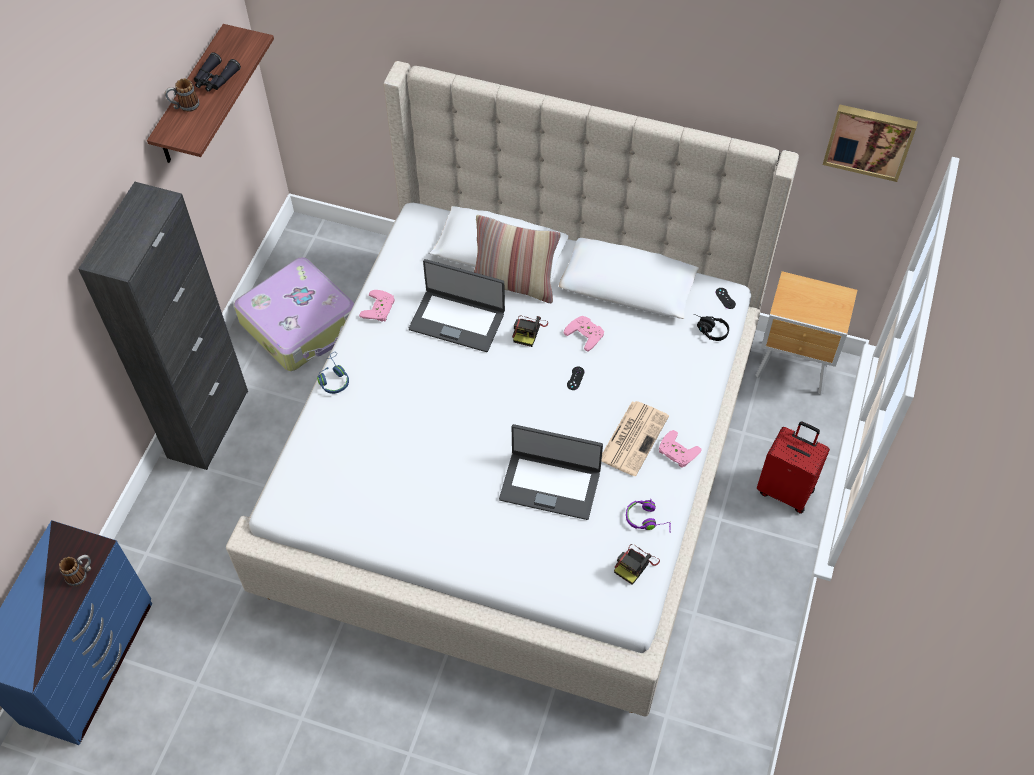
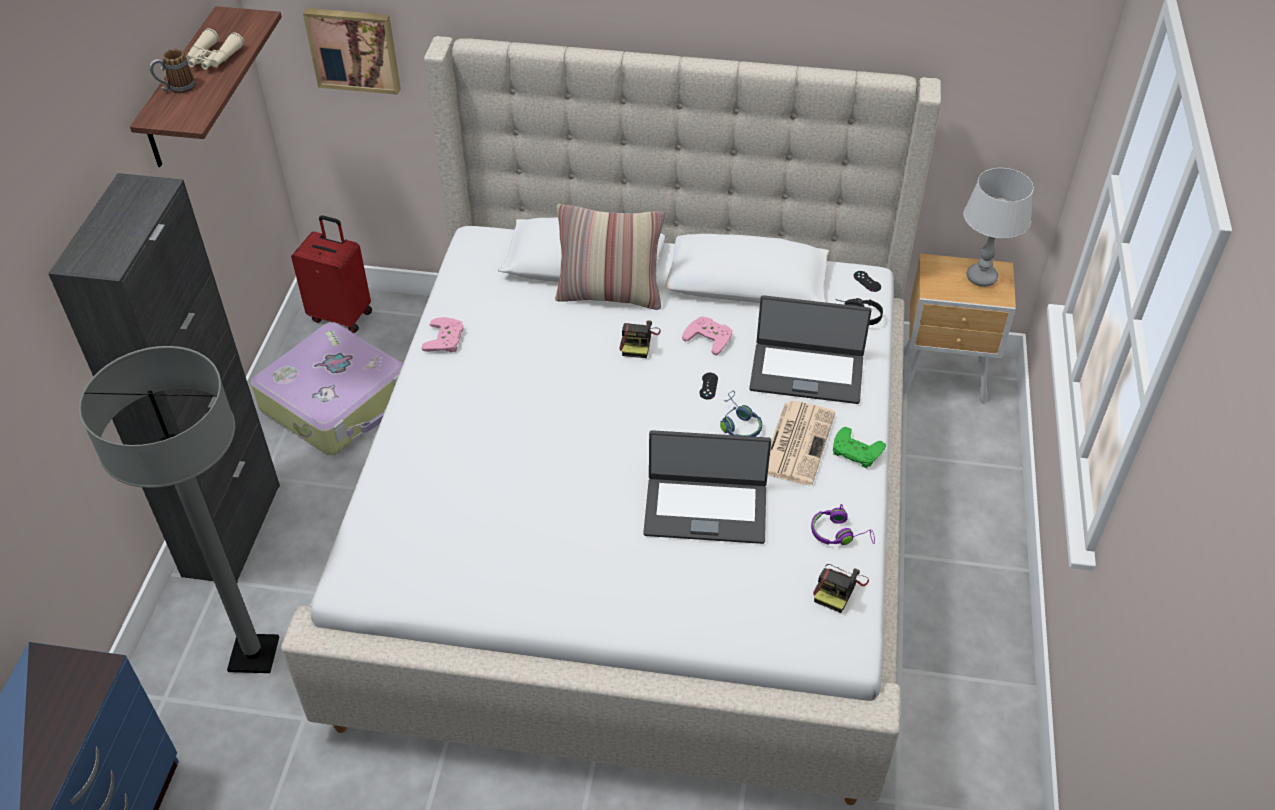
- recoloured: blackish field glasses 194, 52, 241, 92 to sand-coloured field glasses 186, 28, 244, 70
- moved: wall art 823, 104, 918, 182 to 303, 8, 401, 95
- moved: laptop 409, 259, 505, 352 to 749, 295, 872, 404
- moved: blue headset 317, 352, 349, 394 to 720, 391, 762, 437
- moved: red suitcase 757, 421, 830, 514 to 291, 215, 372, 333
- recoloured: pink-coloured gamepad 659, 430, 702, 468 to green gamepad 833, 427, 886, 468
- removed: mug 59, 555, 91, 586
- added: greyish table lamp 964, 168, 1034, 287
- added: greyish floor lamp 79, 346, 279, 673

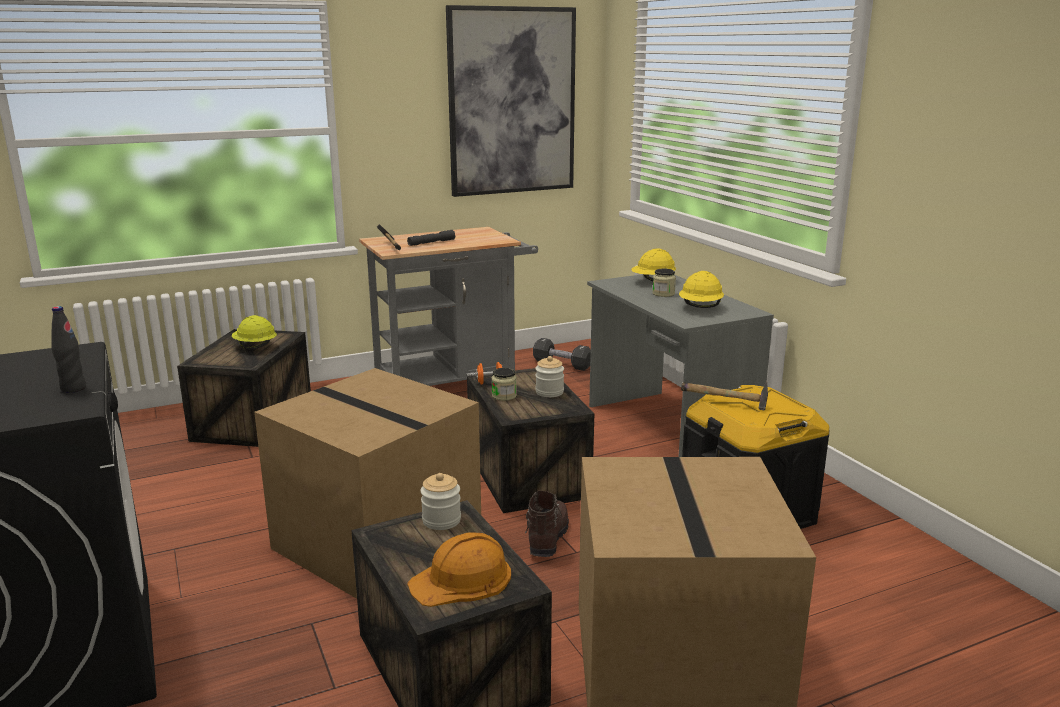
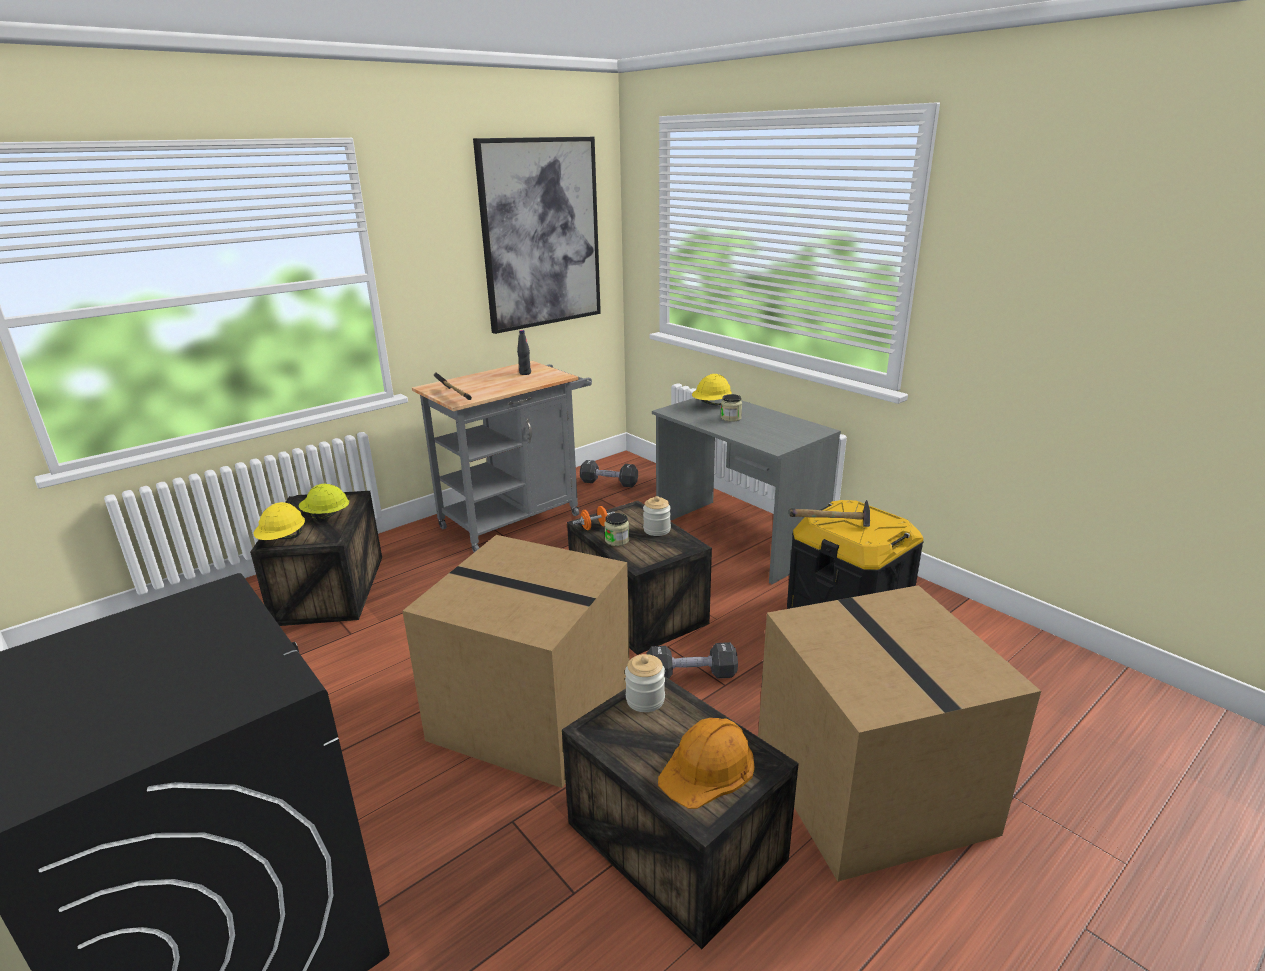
- removed: greyish torch 407, 230, 455, 246
- moved: yellow-coloured safety helmet 679, 271, 724, 308 to 254, 502, 305, 540
- moved: blackish bottle 51, 306, 86, 393 to 517, 330, 531, 375
- replaced: brown-coloured tall boot 525, 491, 569, 557 to blackish dumbbell 646, 642, 738, 679

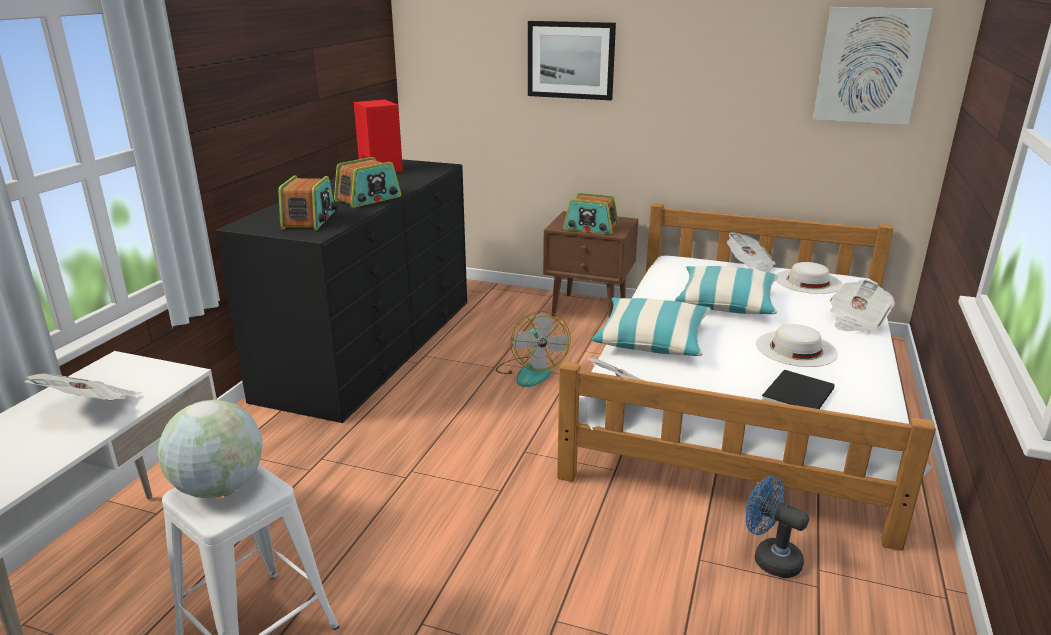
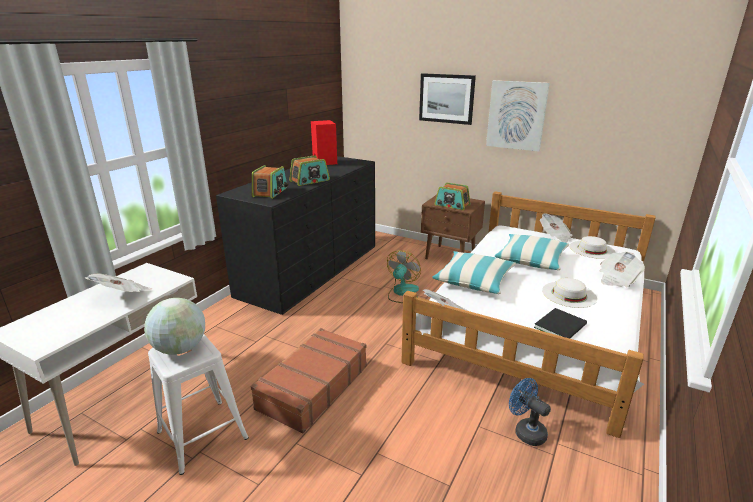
- moved: wall art 813, 7, 933, 125 to 486, 80, 550, 152
- turned: fan 496, 311, 570, 387 = 387, 250, 421, 303 150 degrees counterclockwise
- added: brown-coloured suitcase 251, 328, 367, 434

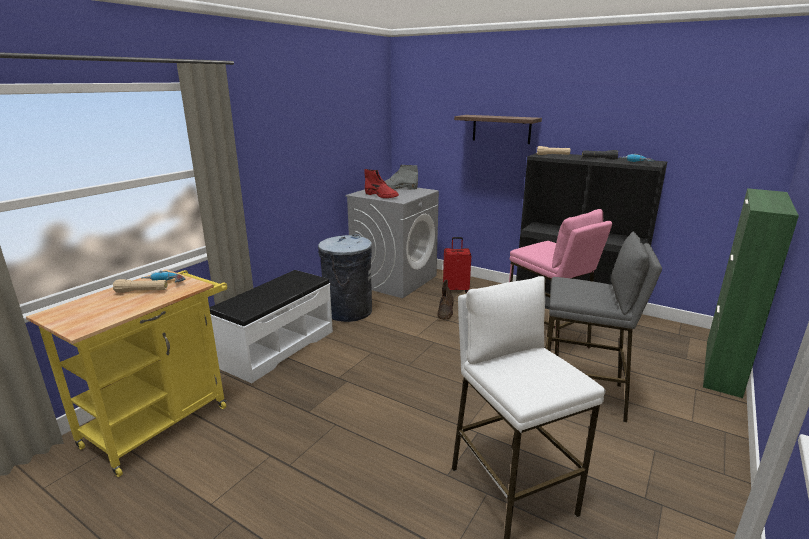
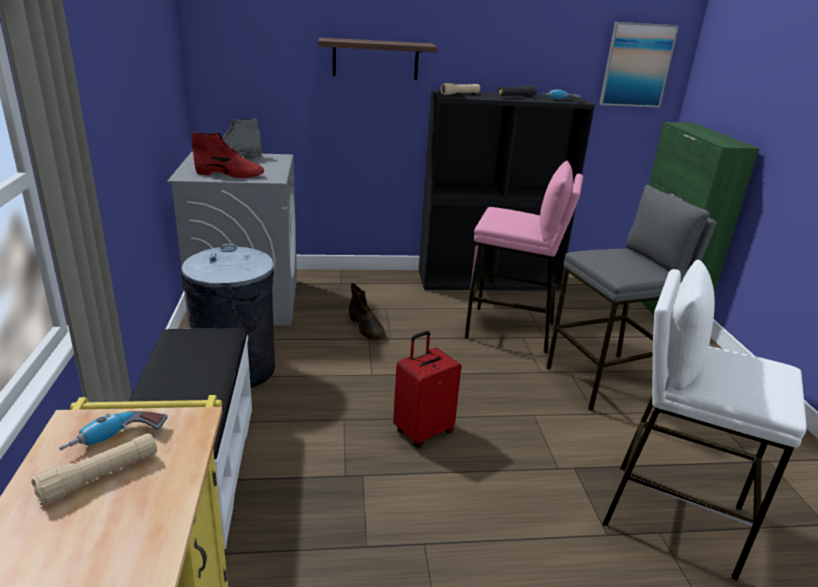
- moved: red suitcase 443, 237, 471, 293 to 393, 331, 461, 448
- added: wall art 599, 22, 679, 108

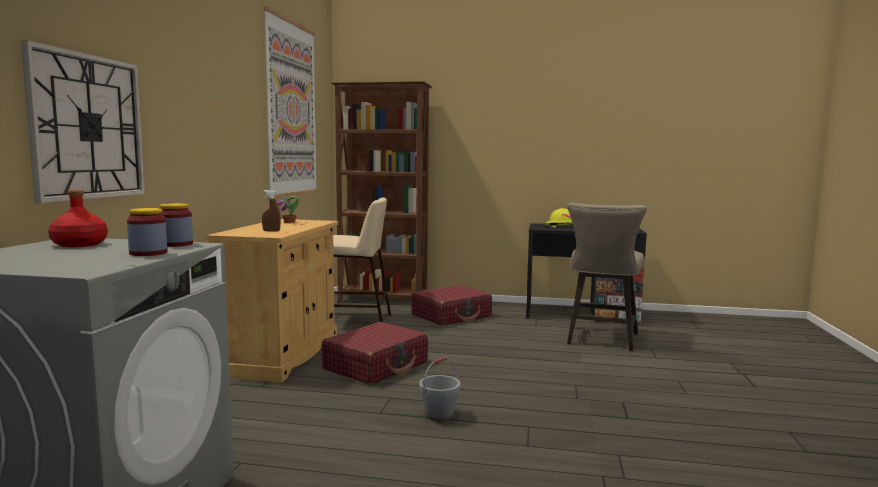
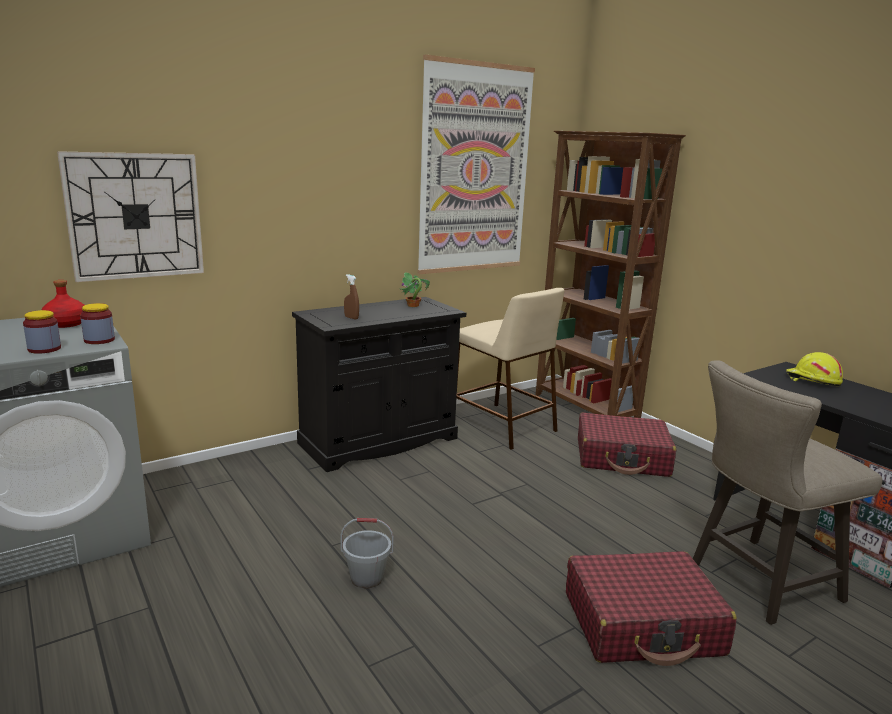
- recoloured: sand-coloured storage cabinet 206, 219, 338, 383 to blackish storage cabinet 292, 297, 466, 472
- moved: red suitcase 322, 322, 428, 385 to 566, 551, 737, 666

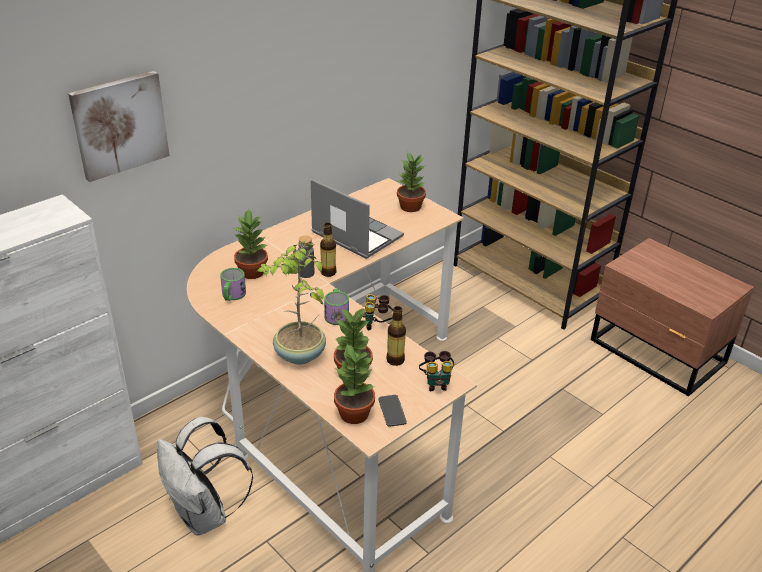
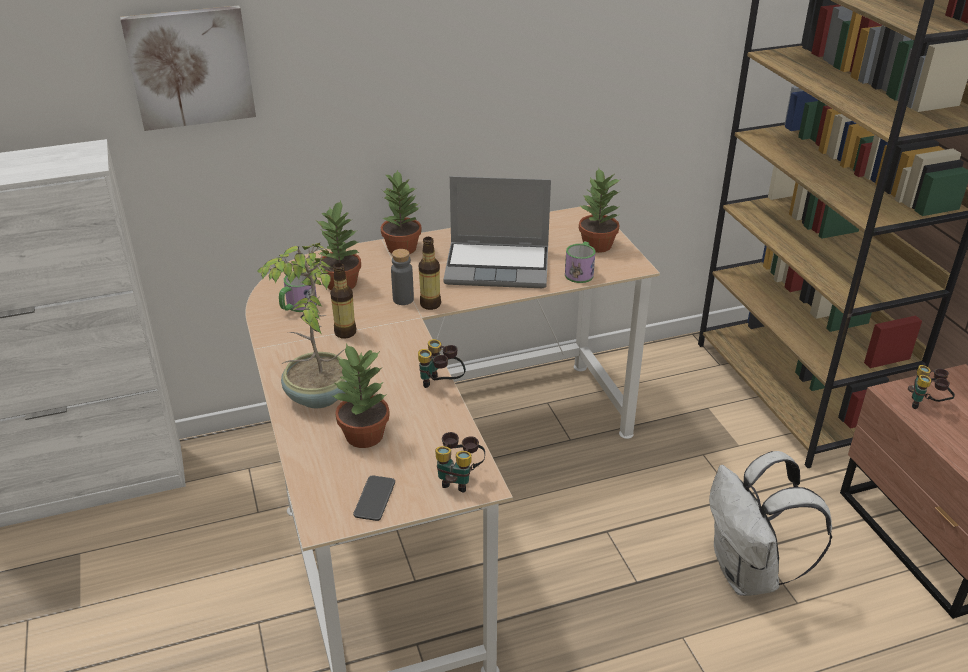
- turned: laptop 311, 179, 404, 259 = 443, 176, 551, 288 120 degrees clockwise
- moved: mug 324, 288, 349, 325 to 565, 241, 596, 283
- moved: bottle 386, 306, 406, 366 to 330, 263, 356, 339
- moved: houseplant 334, 344, 375, 424 to 381, 170, 422, 254
- moved: white knapsack 157, 417, 253, 536 to 709, 451, 832, 596
- added: field glasses 908, 365, 955, 409

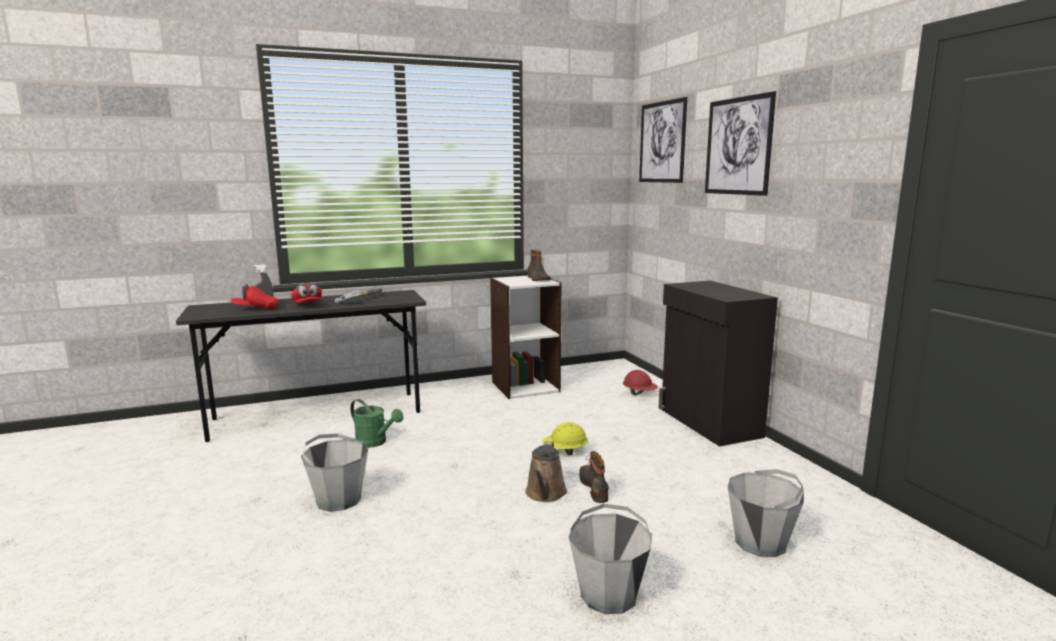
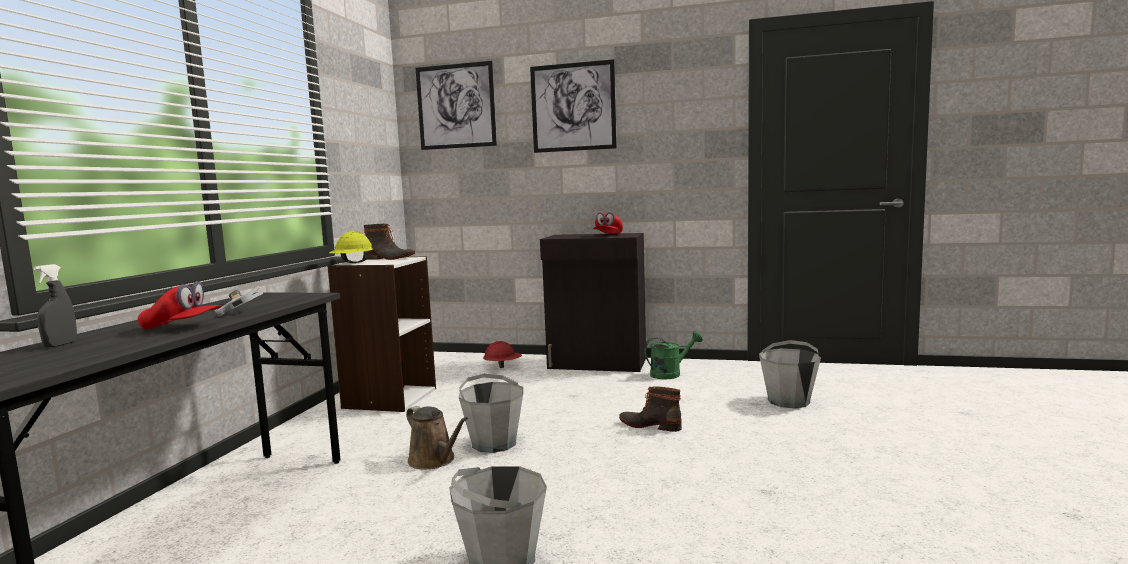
- moved: red cap 231, 284, 278, 309 to 593, 212, 623, 234
- moved: green watering can 350, 399, 403, 448 to 644, 331, 703, 379
- moved: yellow-coloured safety helmet 543, 422, 588, 455 to 329, 231, 373, 263
- moved: brown-coloured watering can 525, 441, 567, 502 to 406, 406, 468, 470
- moved: greyish water bucket 569, 504, 652, 614 to 459, 374, 523, 453

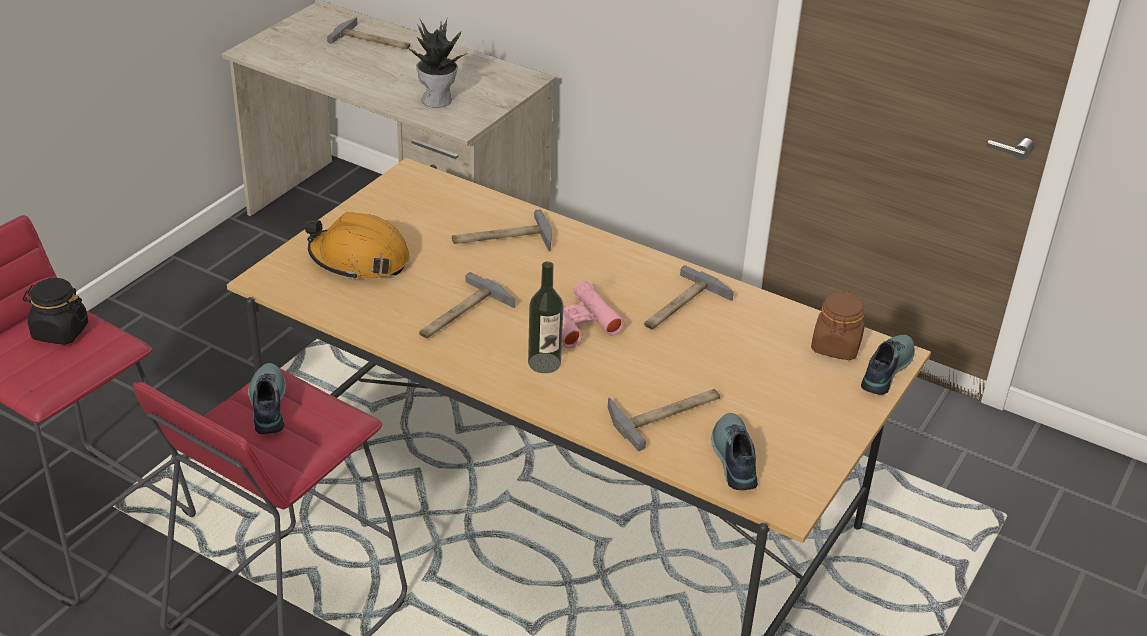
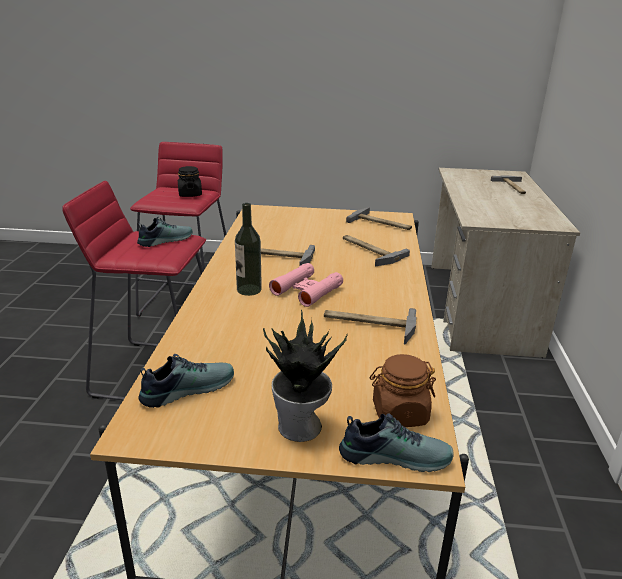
- moved: houseplant 406, 18, 468, 108 to 263, 309, 347, 442
- removed: orange-coloured safety helmet 305, 212, 410, 280
- moved: hammer 608, 389, 720, 451 to 346, 207, 412, 230

